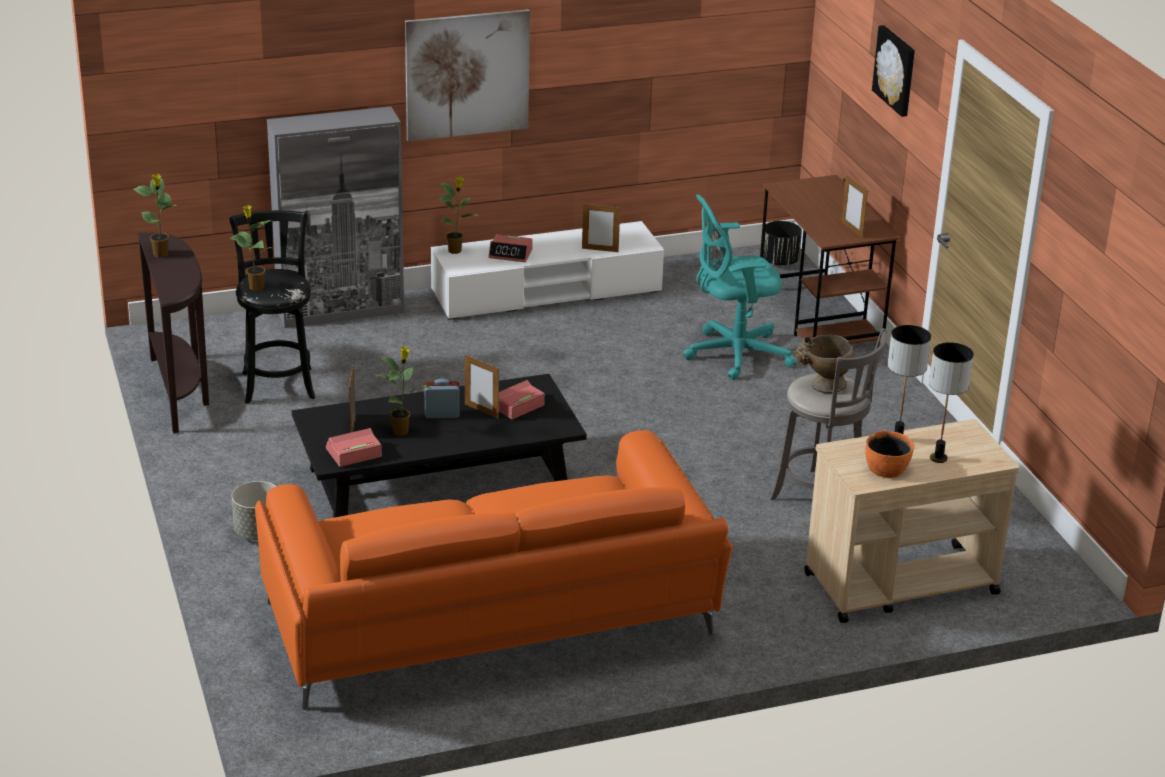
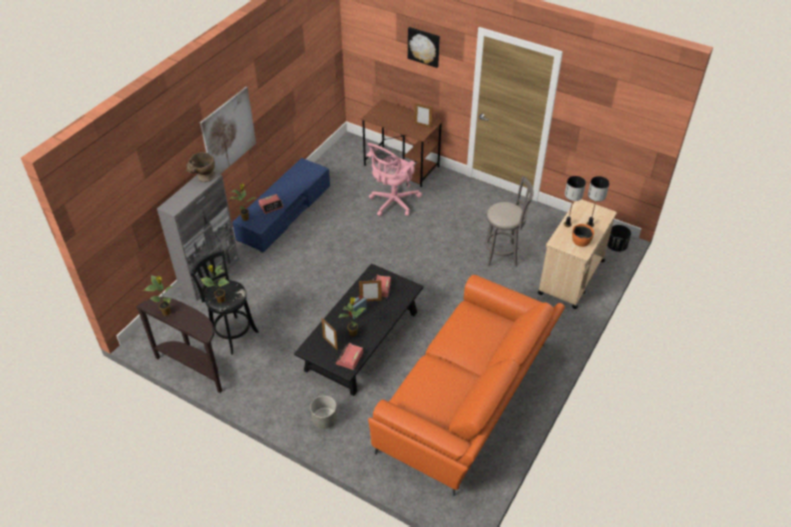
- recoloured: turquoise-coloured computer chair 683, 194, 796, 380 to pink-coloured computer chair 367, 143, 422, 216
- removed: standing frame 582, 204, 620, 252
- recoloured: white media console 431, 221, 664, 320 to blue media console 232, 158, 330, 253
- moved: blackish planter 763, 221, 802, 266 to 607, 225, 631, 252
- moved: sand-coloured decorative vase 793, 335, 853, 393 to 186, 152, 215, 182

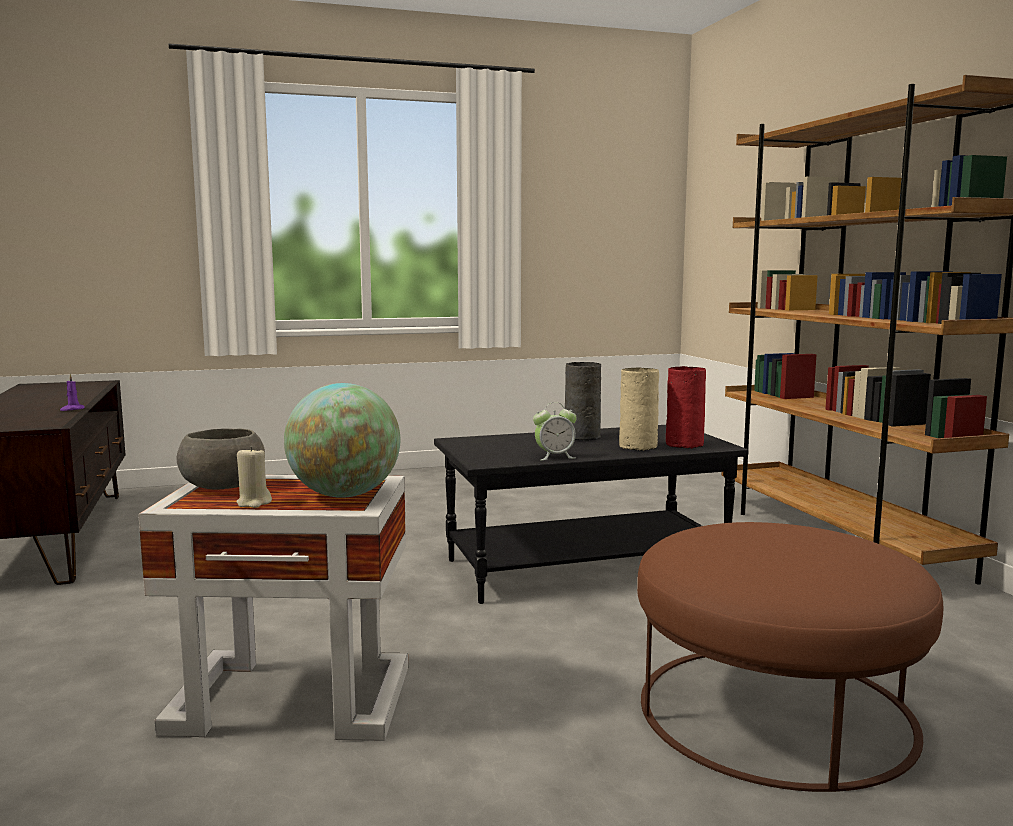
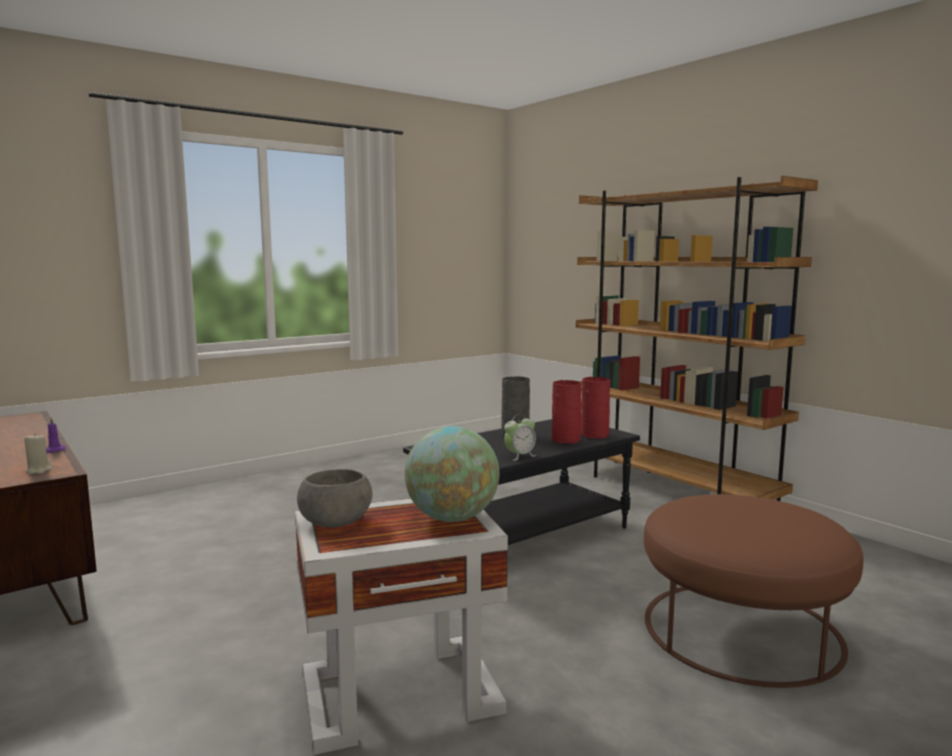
- recoloured: sand-coloured decorative vase 619, 367, 659, 451 to red decorative vase 551, 380, 581, 444
- moved: sand-coloured candle 236, 446, 272, 508 to 24, 433, 52, 474

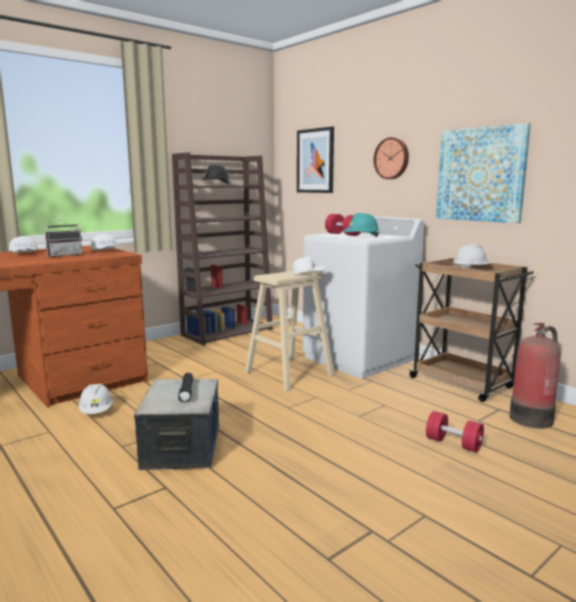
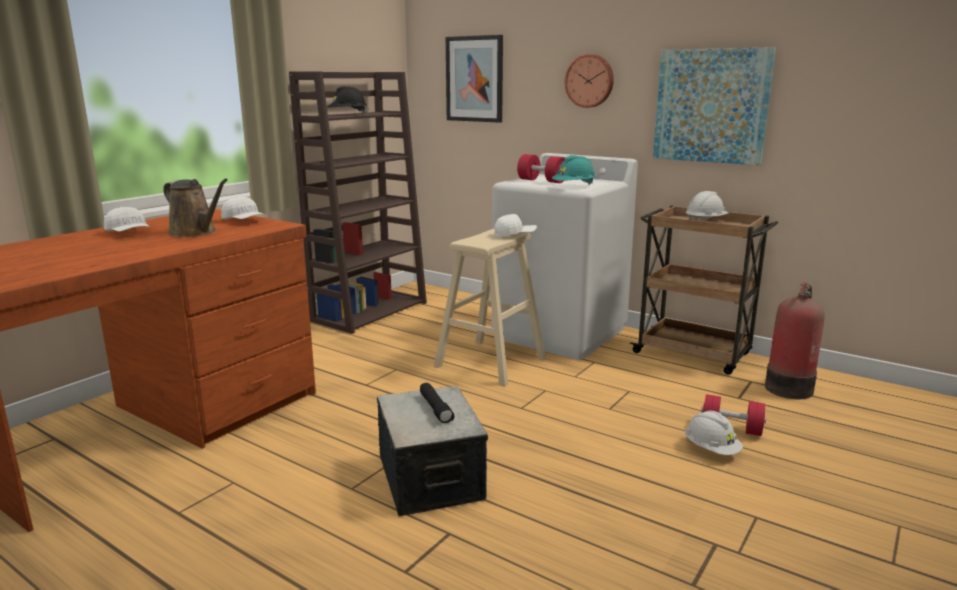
- replaced: radio receiver 45, 216, 82, 257 to brown-coloured watering can 163, 178, 228, 237
- moved: white safety helmet 79, 383, 113, 414 to 685, 410, 743, 455

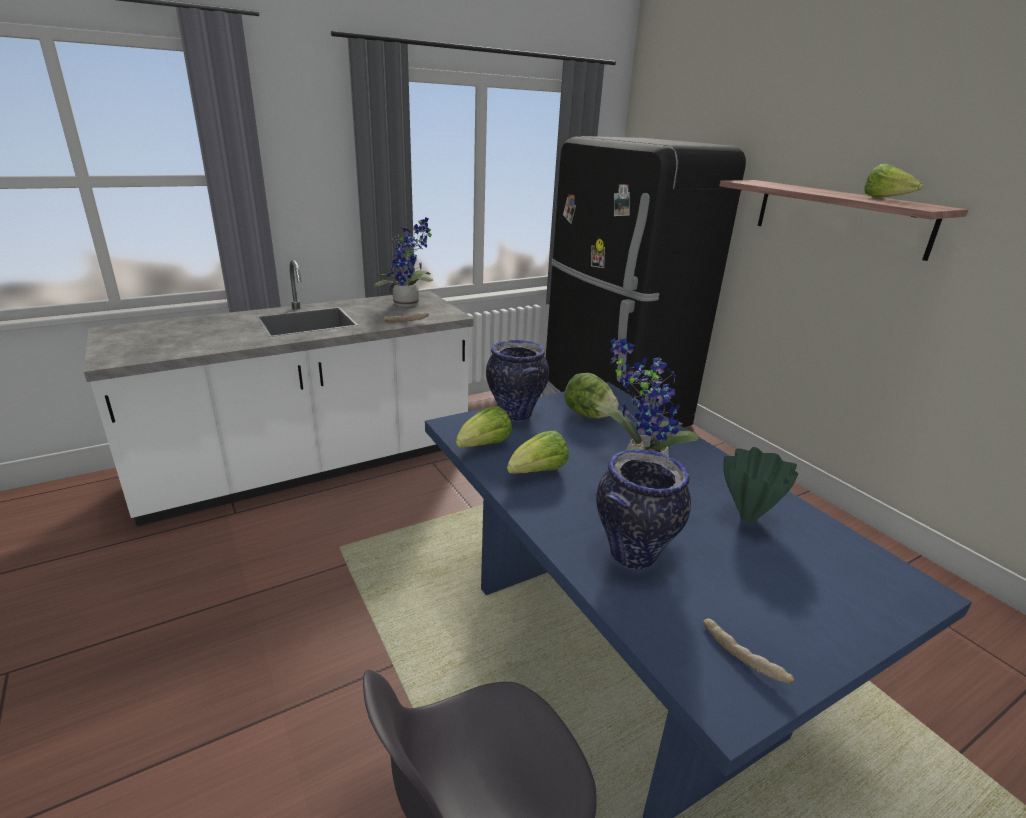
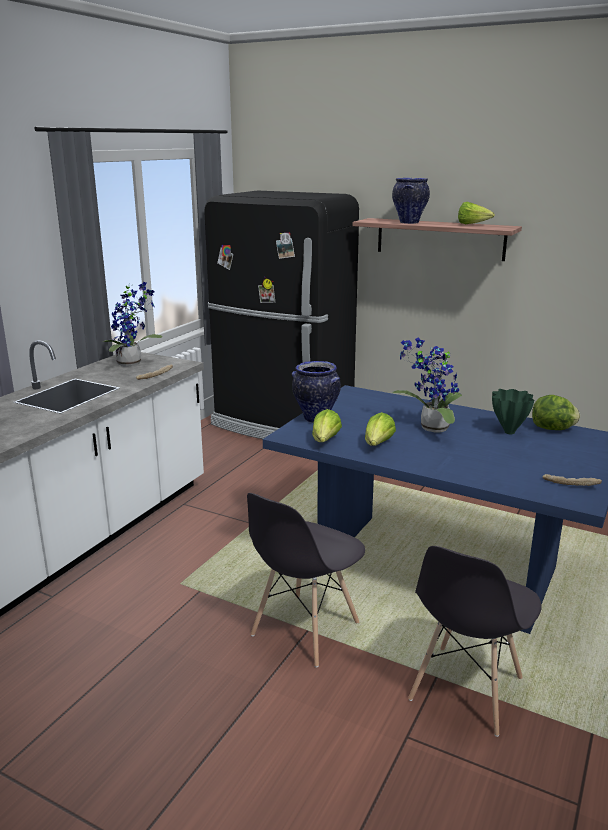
- moved: lettuce head 564, 373, 619, 419 to 532, 395, 580, 430
- moved: decorative vase 596, 449, 691, 569 to 392, 178, 430, 224
- added: greyish upright chair 247, 493, 365, 667

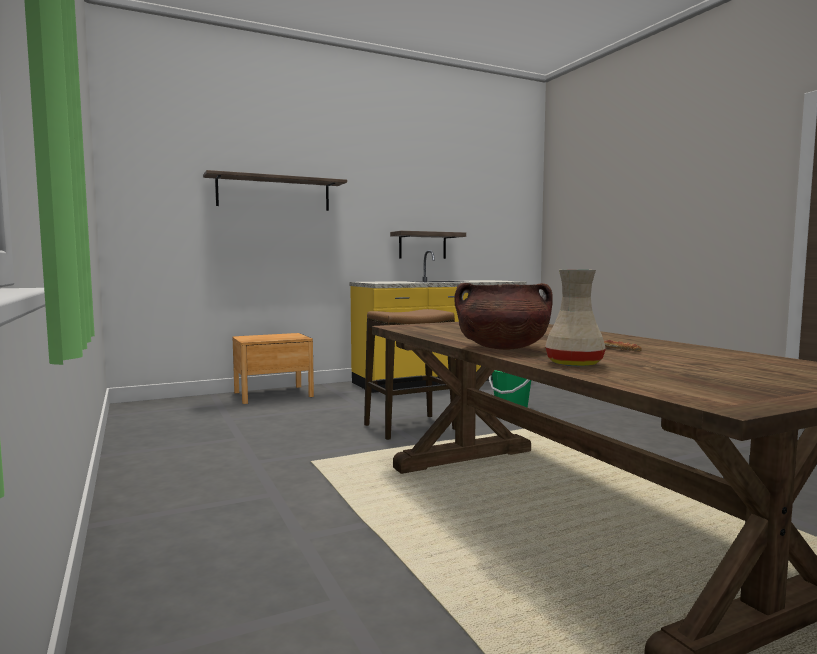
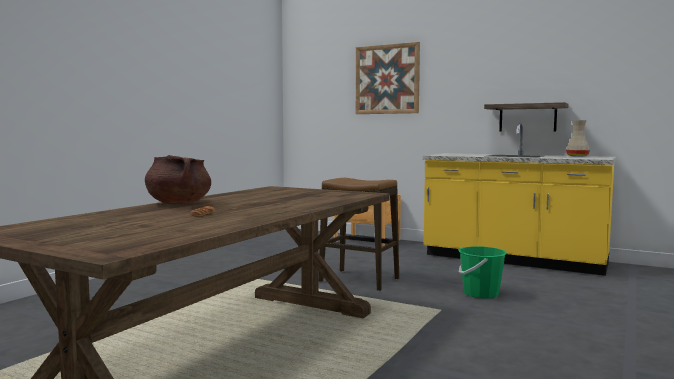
- replaced: shelf 203, 170, 347, 211 to wall art 356, 42, 420, 114
- moved: sand-coloured decorative vase 545, 270, 606, 366 to 566, 120, 590, 157

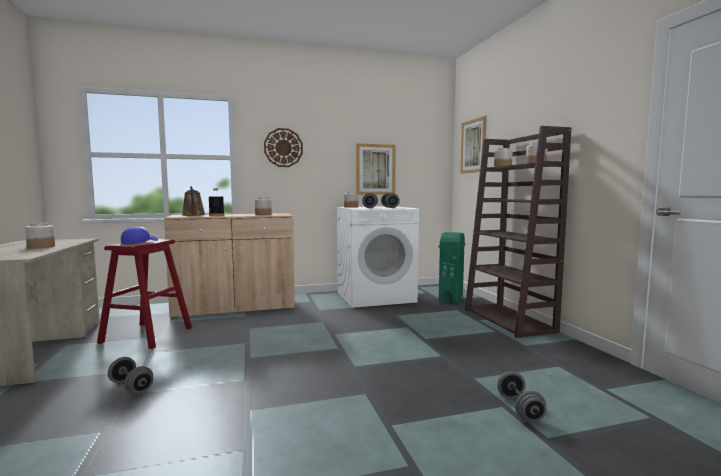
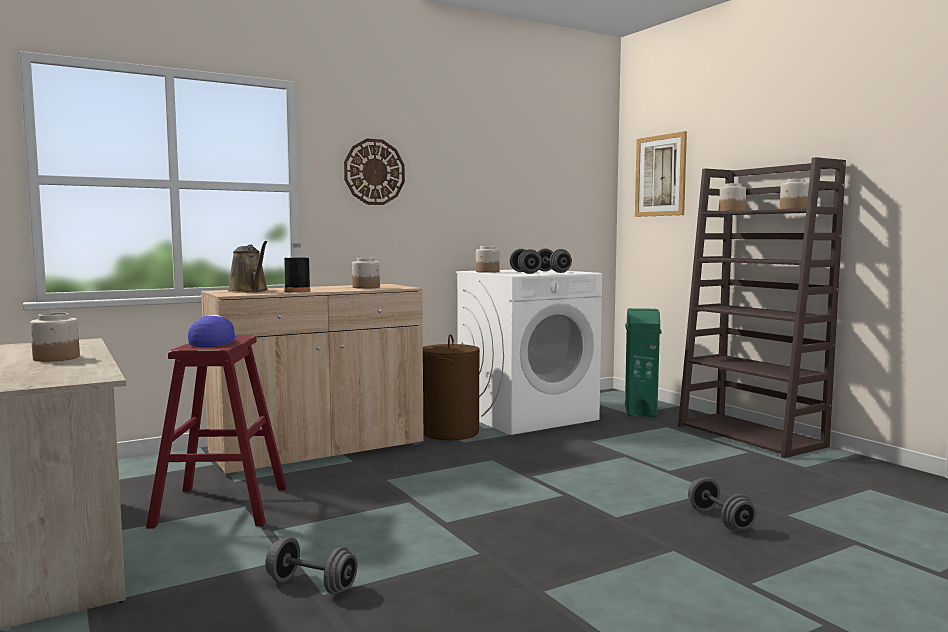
- removed: wall art 356, 143, 396, 195
- moved: greyish dumbbell 497, 371, 547, 422 to 688, 477, 756, 531
- added: brown-coloured laundry basket 423, 334, 480, 440

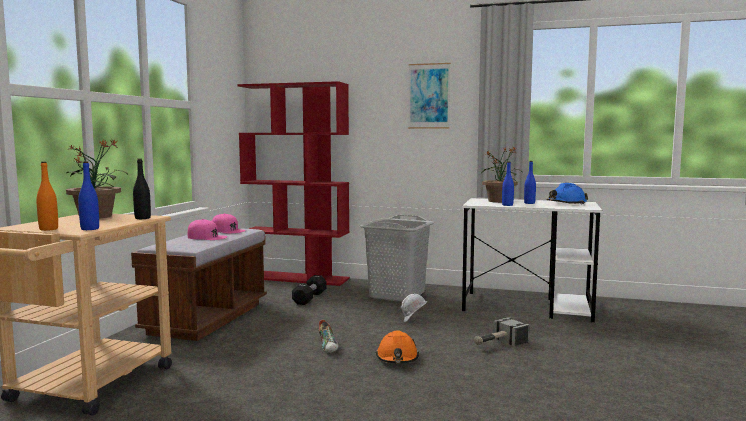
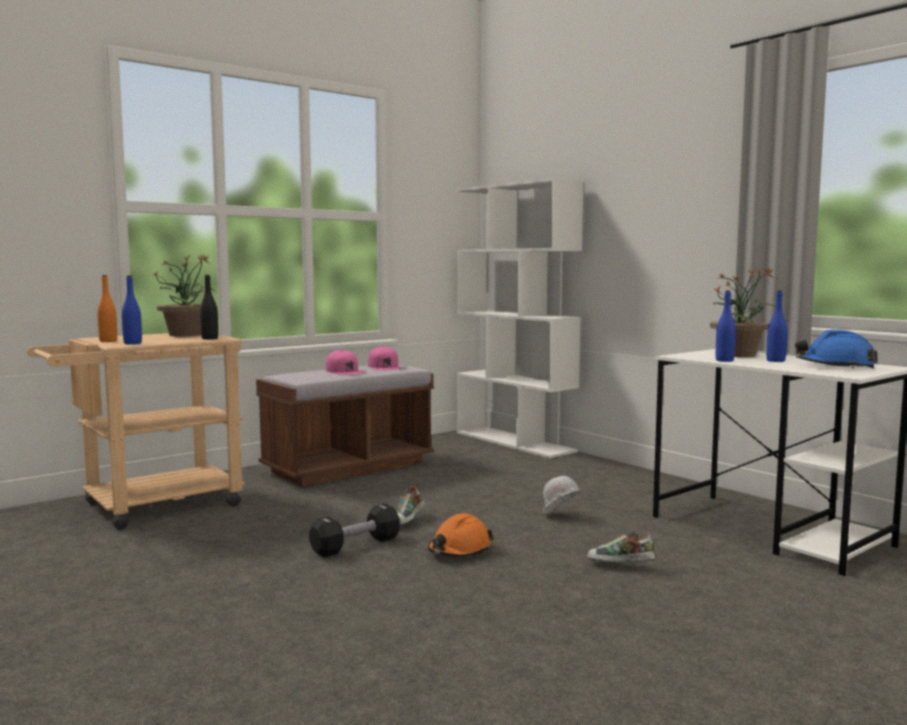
- removed: wall art 408, 63, 451, 129
- recoloured: red bookshelf 237, 81, 350, 286 to white bookshelf 457, 178, 584, 458
- removed: greyish laundry basket 360, 215, 434, 302
- moved: blackish dumbbell 292, 275, 326, 305 to 309, 504, 400, 557
- replaced: hammer 474, 317, 529, 346 to shoe 587, 531, 655, 563

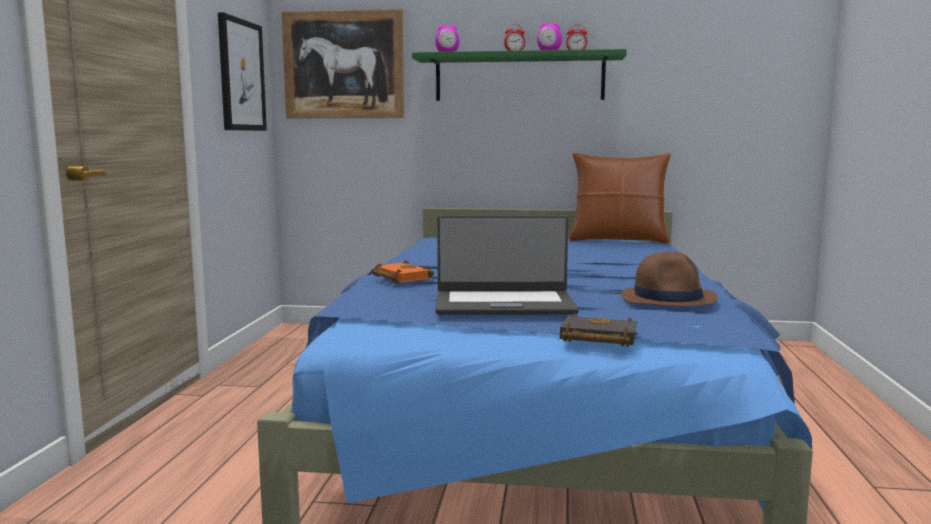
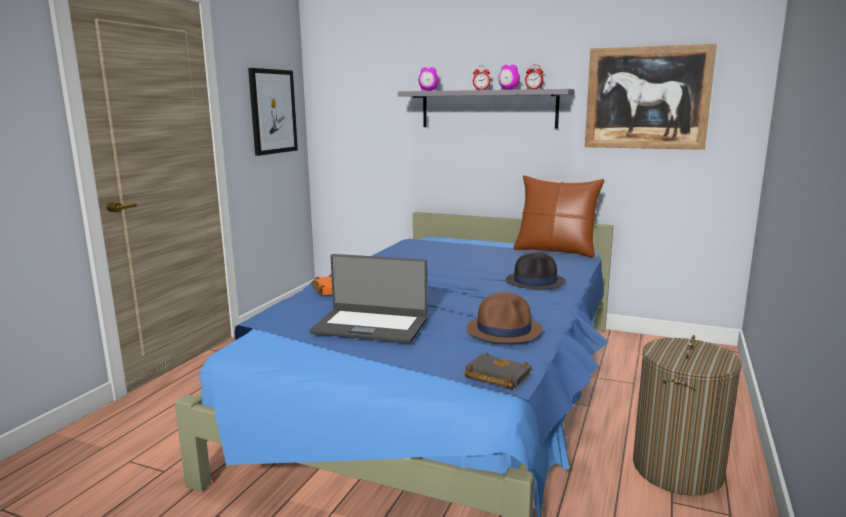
- moved: wall art 282, 9, 404, 118 to 585, 44, 717, 150
- recoloured: green shelf 412, 49, 627, 101 to greyish shelf 398, 89, 574, 129
- moved: blackish bound book 560, 313, 637, 347 to 464, 352, 532, 390
- added: blackish hat 506, 252, 566, 289
- added: laundry basket 633, 335, 742, 496

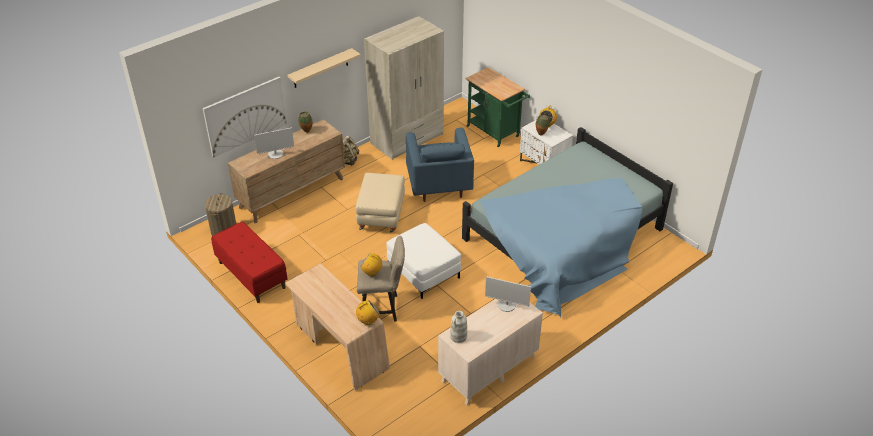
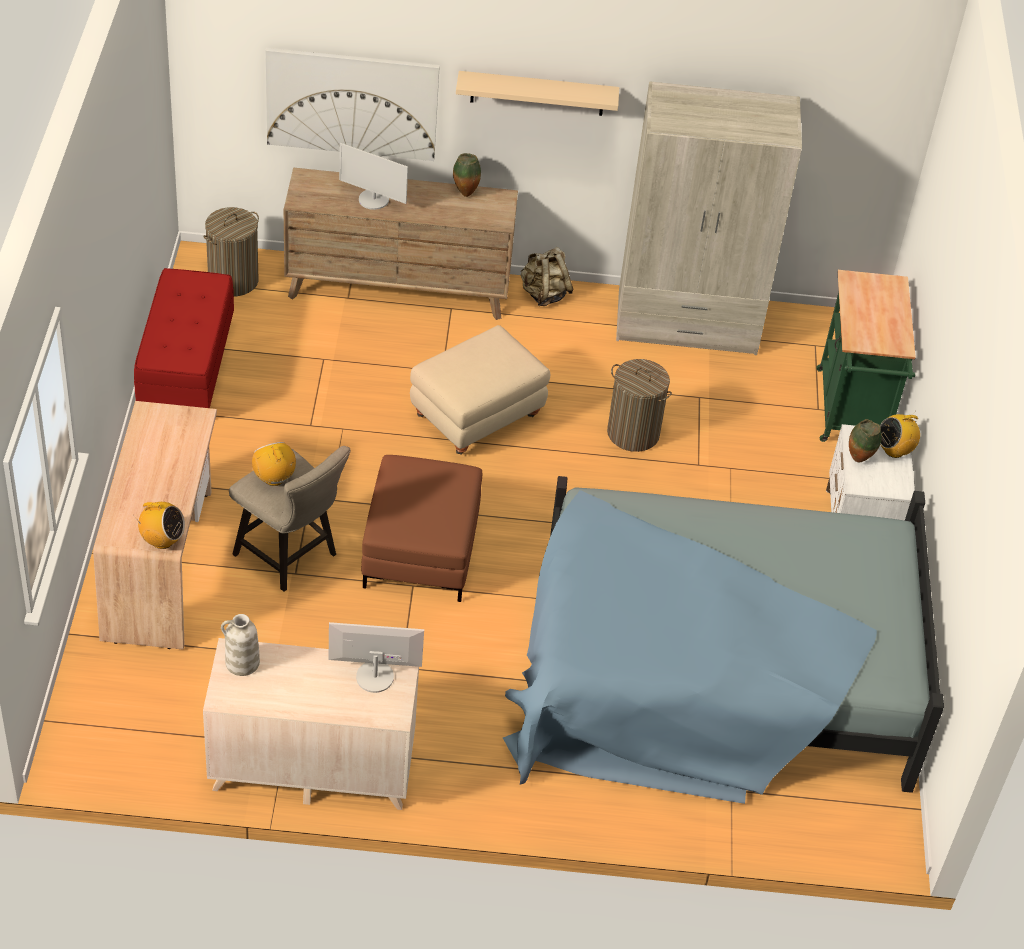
- replaced: blue armchair 406, 128, 474, 202 to laundry basket 607, 359, 672, 452
- recoloured: white footrest 387, 223, 461, 299 to brown-coloured footrest 361, 455, 482, 602
- turned: computer display 485, 276, 531, 312 = 329, 622, 424, 693 120 degrees clockwise

